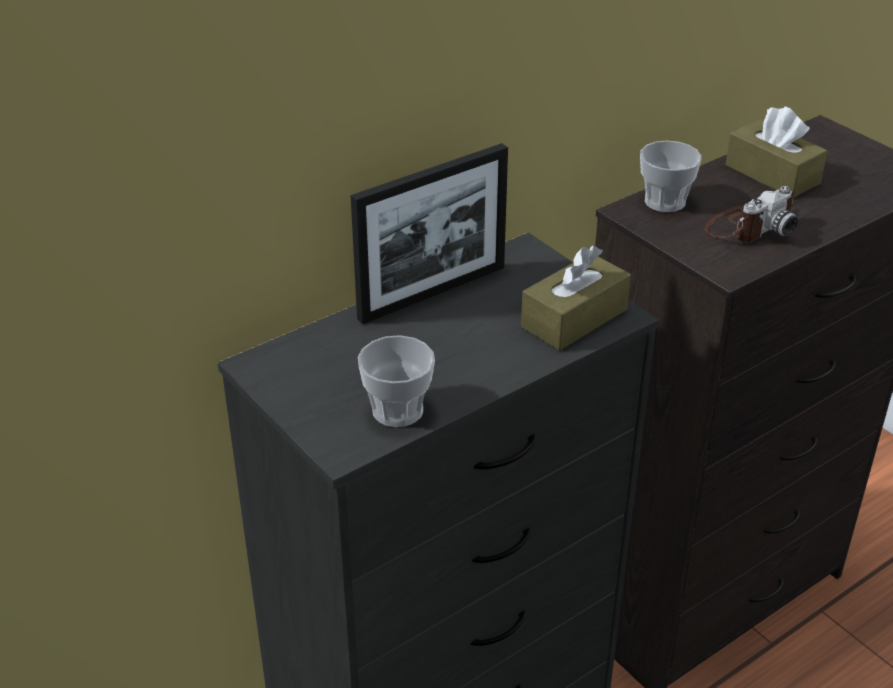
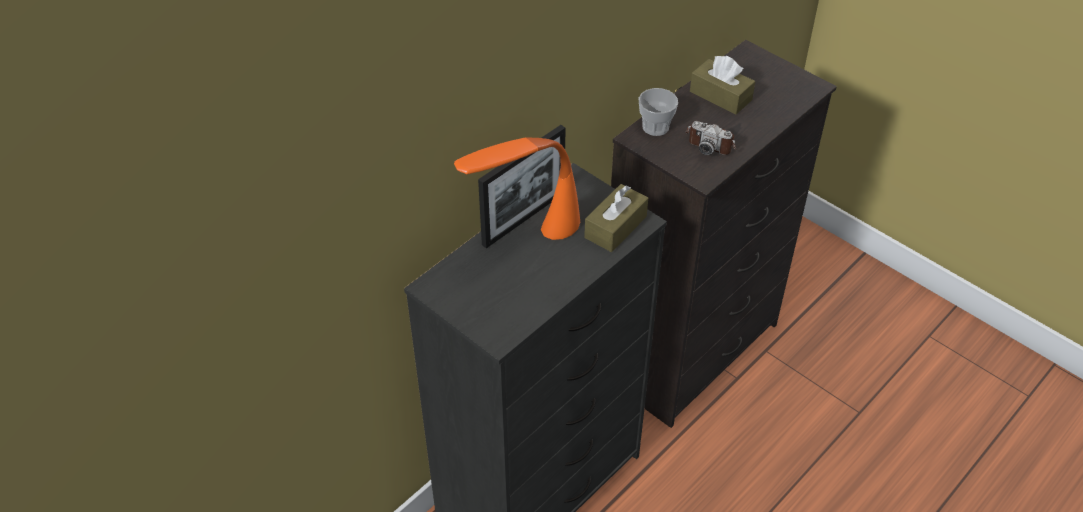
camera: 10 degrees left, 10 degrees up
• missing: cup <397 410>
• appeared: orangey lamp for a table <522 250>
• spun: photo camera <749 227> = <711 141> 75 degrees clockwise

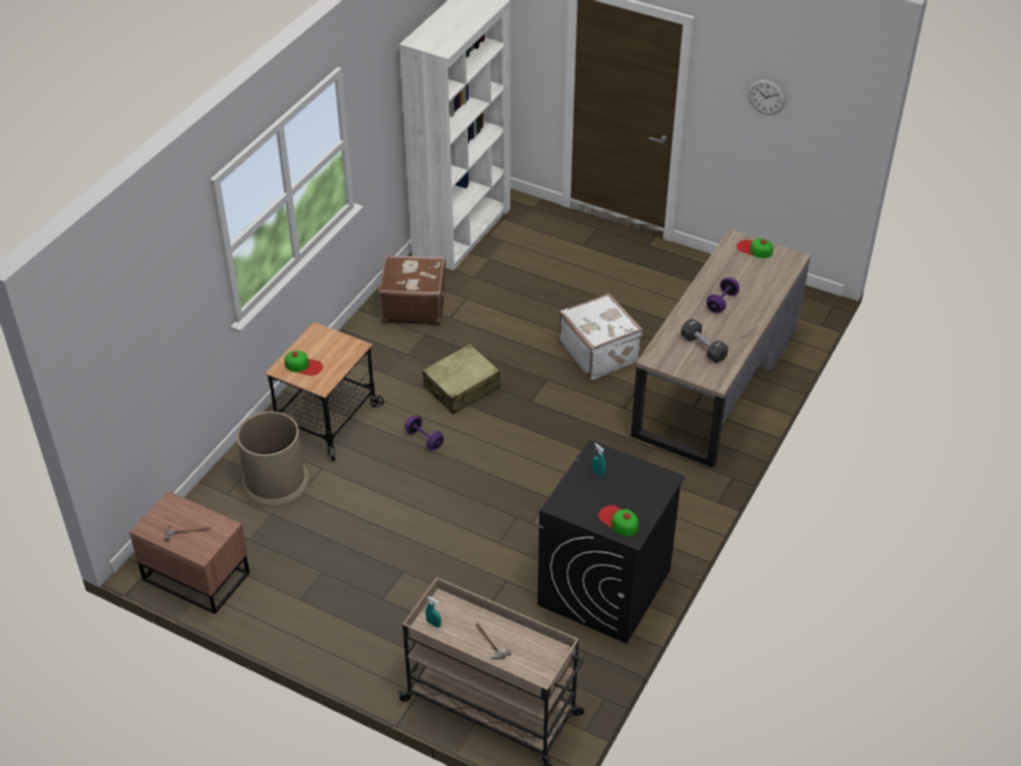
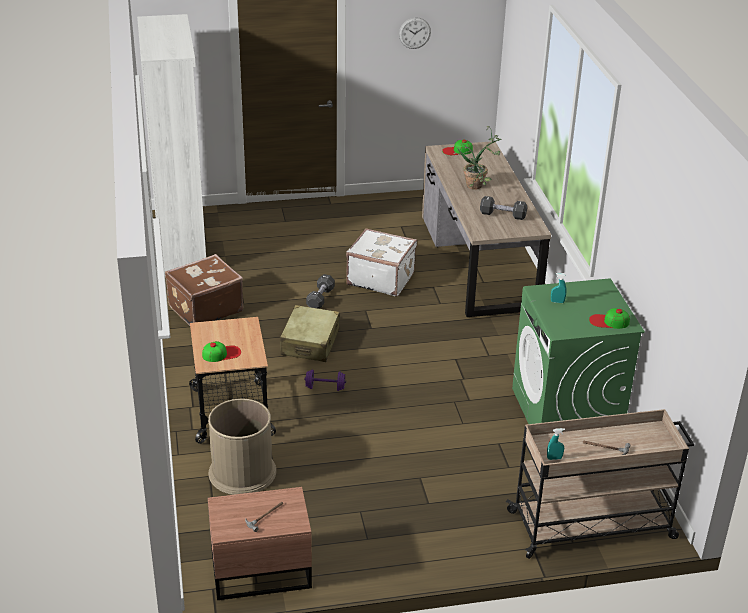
camera: 40 degrees left, 10 degrees down
• appeared: blackish free weight <320 298>
• exchanged: purple free weight <721 302> to houseplant <478 186>
• colour: blackish laundry appliance <604 588> to green laundry appliance <566 413>

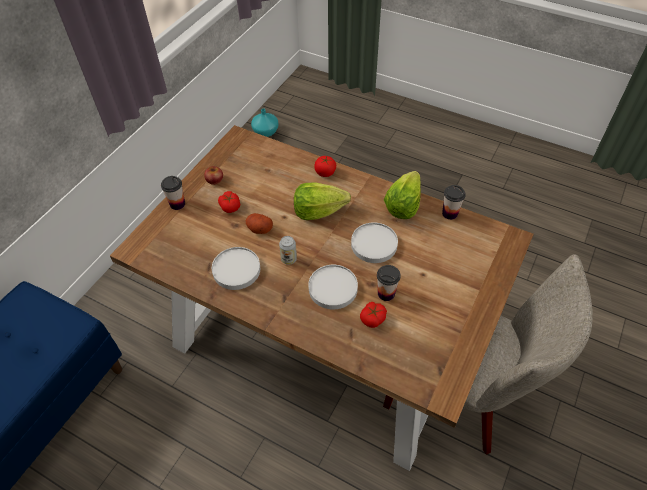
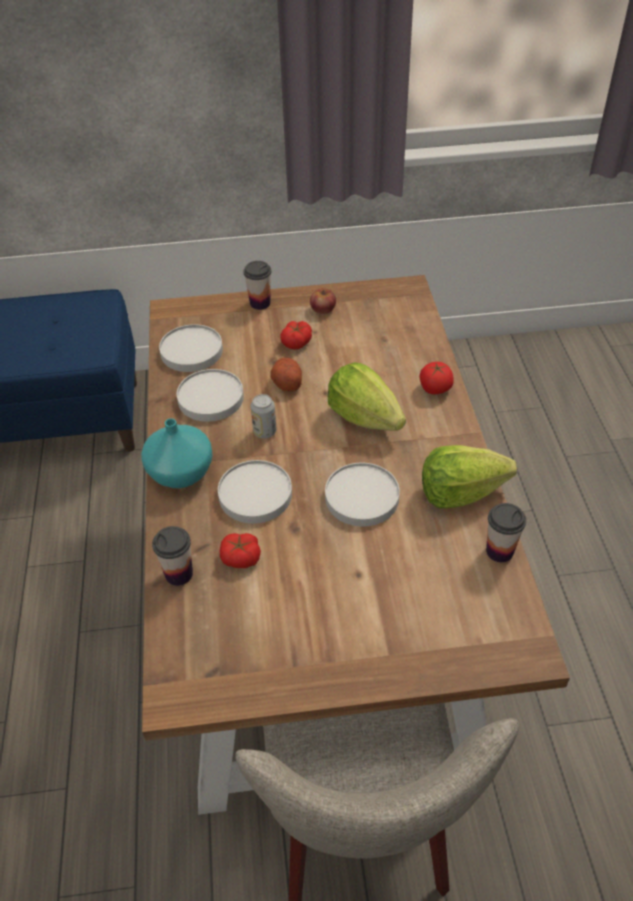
camera: 55 degrees right, 5 degrees down
• appeared: whitish plate <191 351>
• relocated: turquoise flower vase <265 132> to <179 472>
• relocated: cup <386 293> to <179 574>

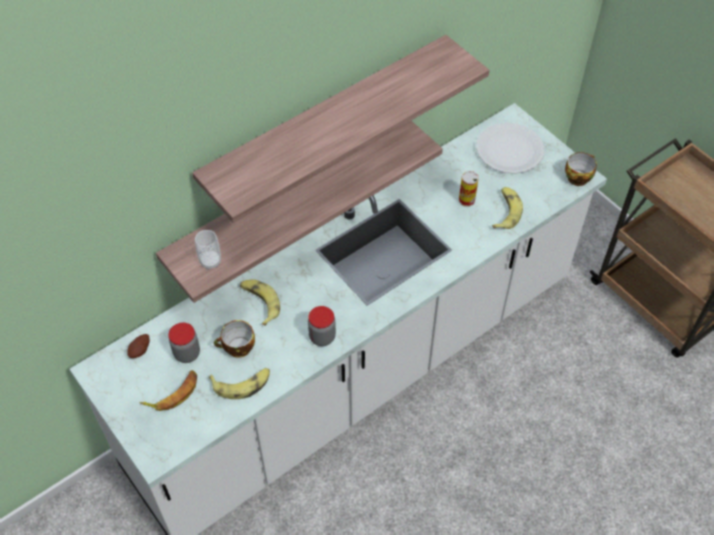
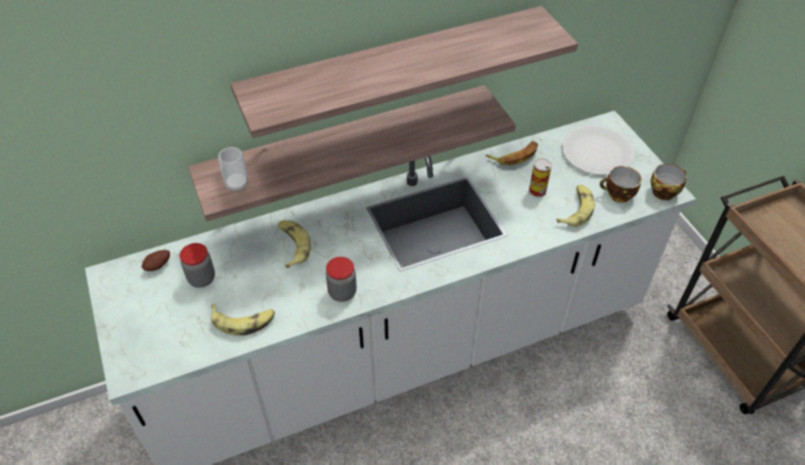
camera: 15 degrees right, 5 degrees down
• relocated: banana <173 393> to <514 155>
• relocated: cup <237 348> to <618 195>

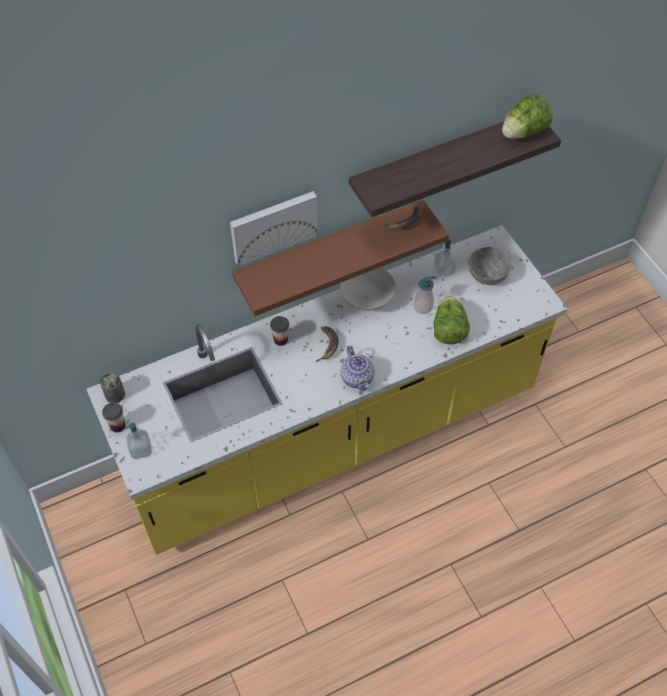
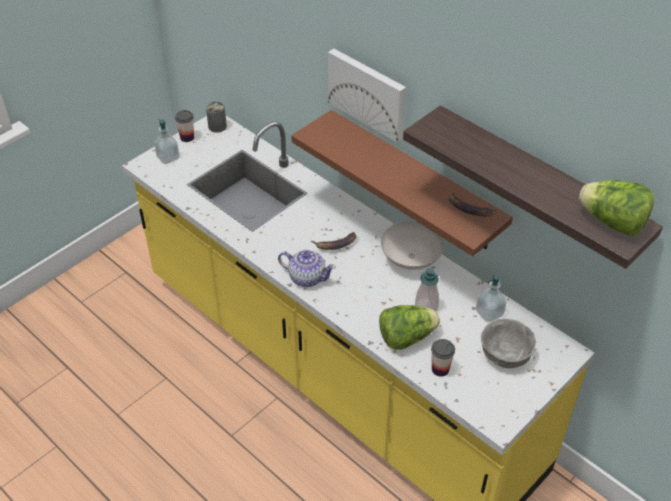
camera: 70 degrees right, 10 degrees down
• relocated: cup <280 339> to <440 369>
• spun: pot for tea <357 377> = <306 277> 120 degrees counterclockwise

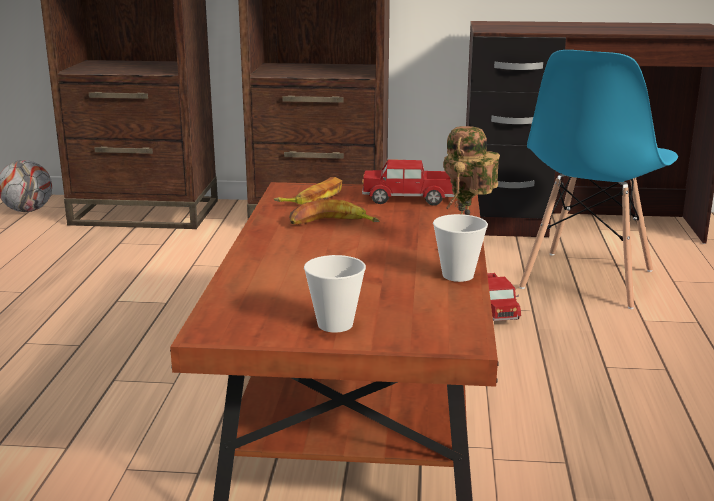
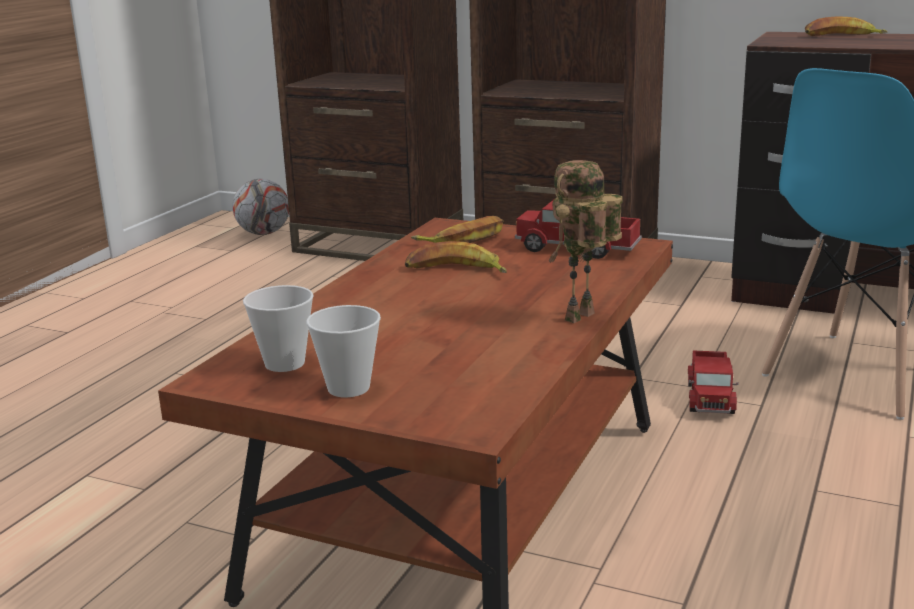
camera: 20 degrees right, 0 degrees up
• appeared: banana <842 36>
• relocated: cup <458 275> to <284 363>

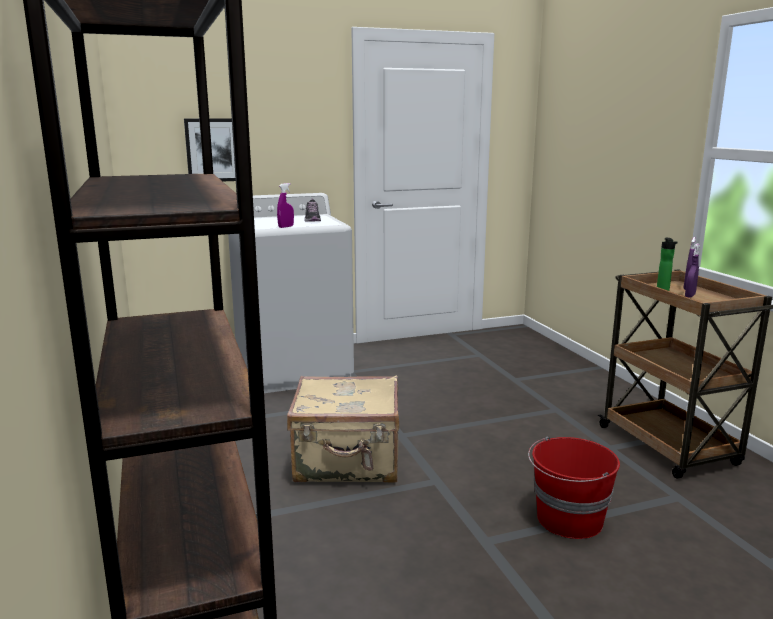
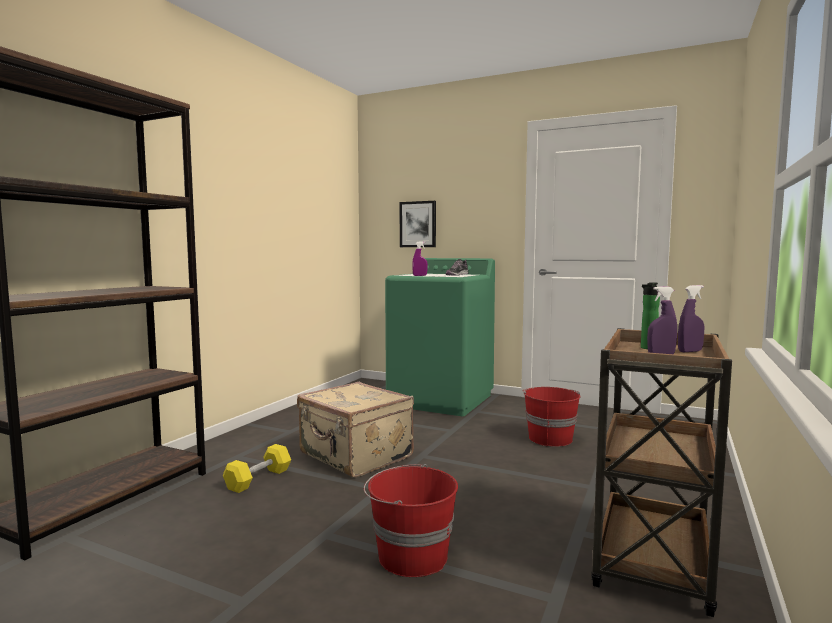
camera: 45 degrees right, 10 degrees down
• appeared: yellow free weight <258 479>
• appeared: reddish bucket <549 438>
• colour: whitish laundry appliance <294 369> to green laundry appliance <441 400>

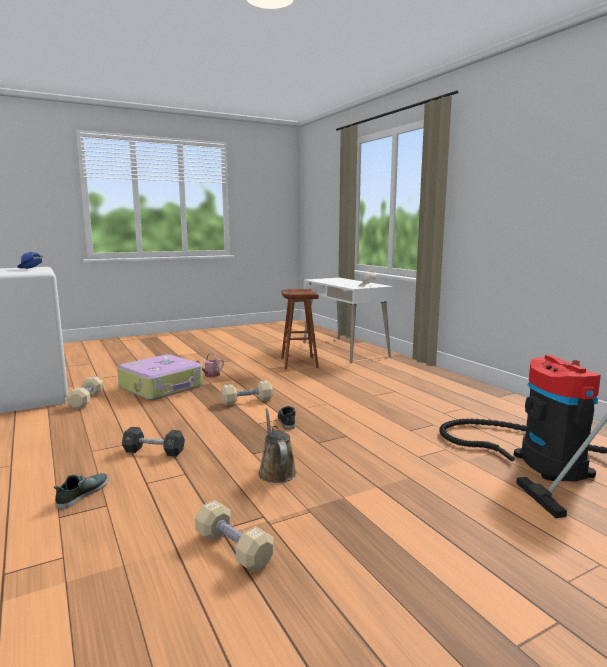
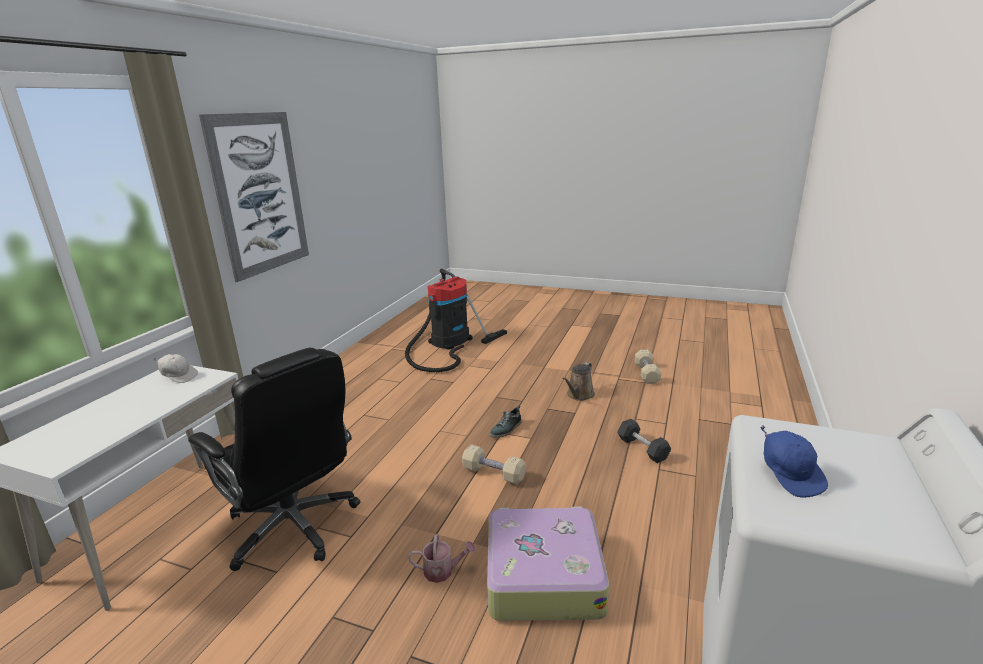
camera: 130 degrees left, 10 degrees up
• missing: shoe <82 494>
• missing: beige free weight <86 400>
• appeared: picture <260 194>
• exchanged: brown-coloured sitting stool <298 363> to blackish computer chair <294 527>

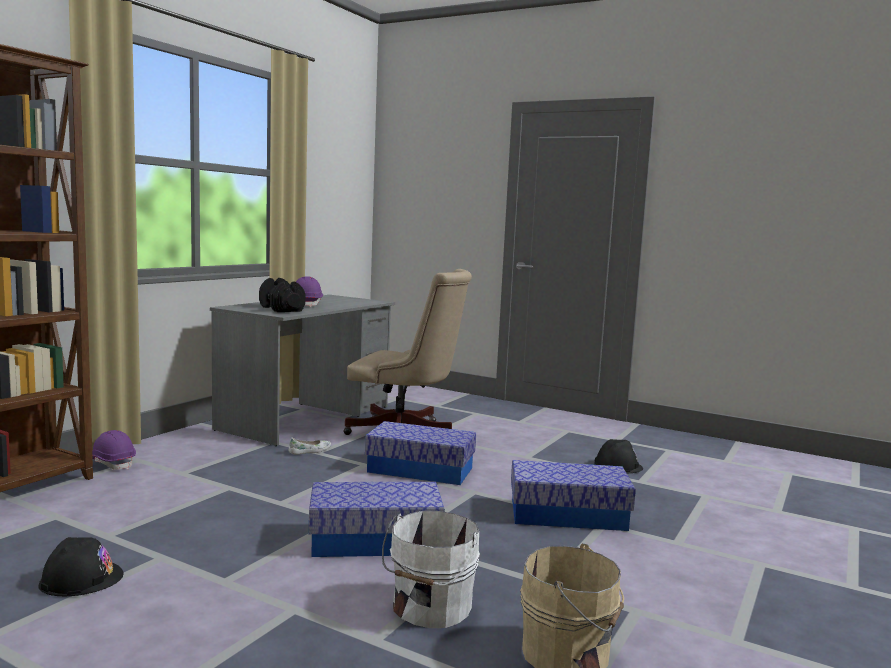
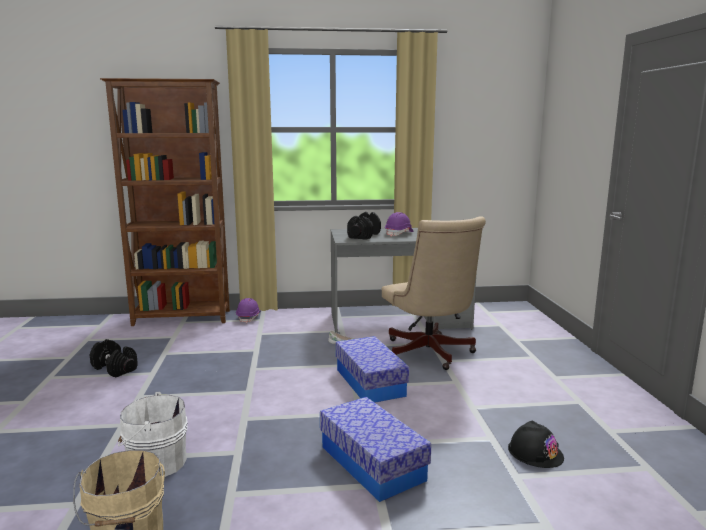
camera: 55 degrees right, 5 degrees up
• missing: storage box <375 540>
• exchanged: blackish work helmet <81 579> to blackish free weight <115 368>

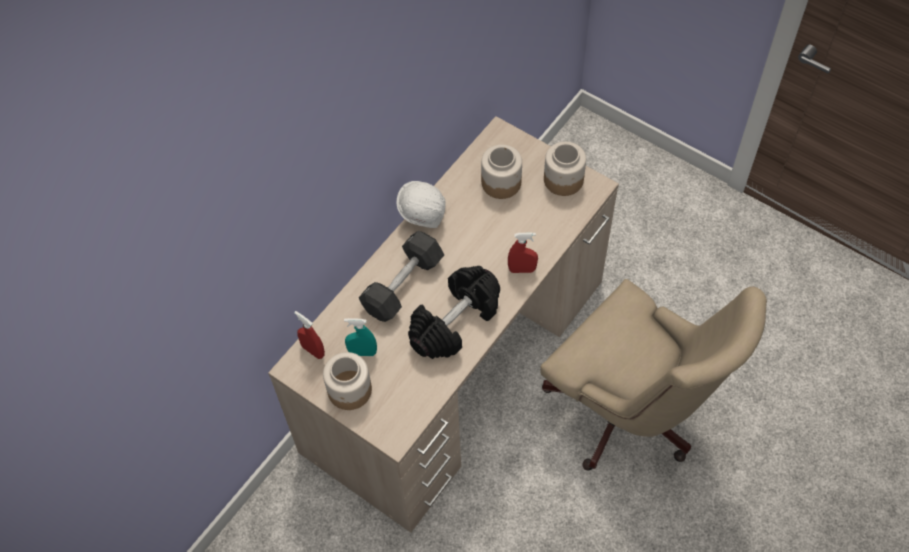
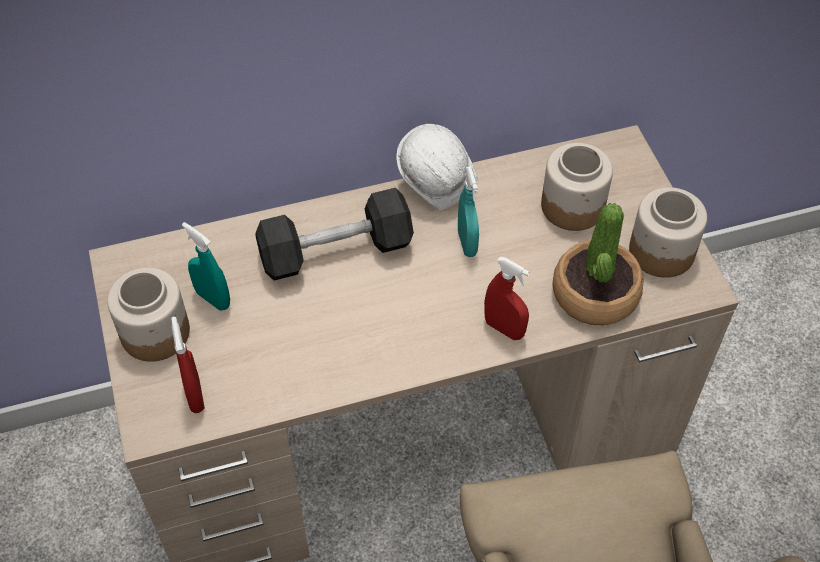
camera: 35 degrees right, 5 degrees down
• missing: blackish free weight <455 322>
• appeared: turquoise hand sprayer <467 243>
• appeared: houseplant <595 294>
• relocated: reddish hand sprayer <313 351> to <195 395>

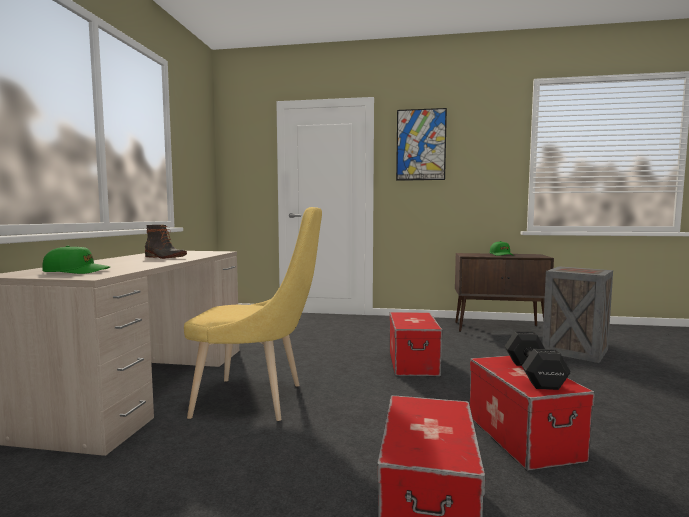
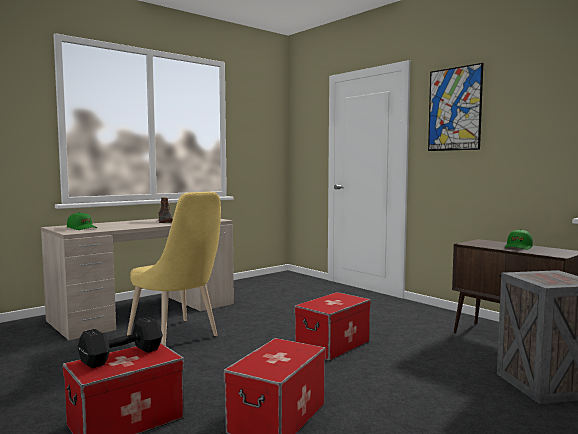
camera: 40 degrees right, 0 degrees up
• relocated: blackish free weight <533 375> to <120 356>

